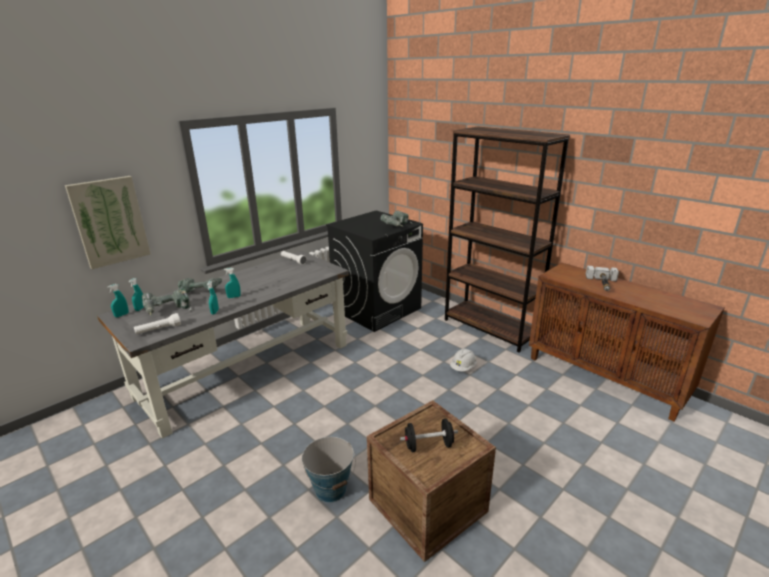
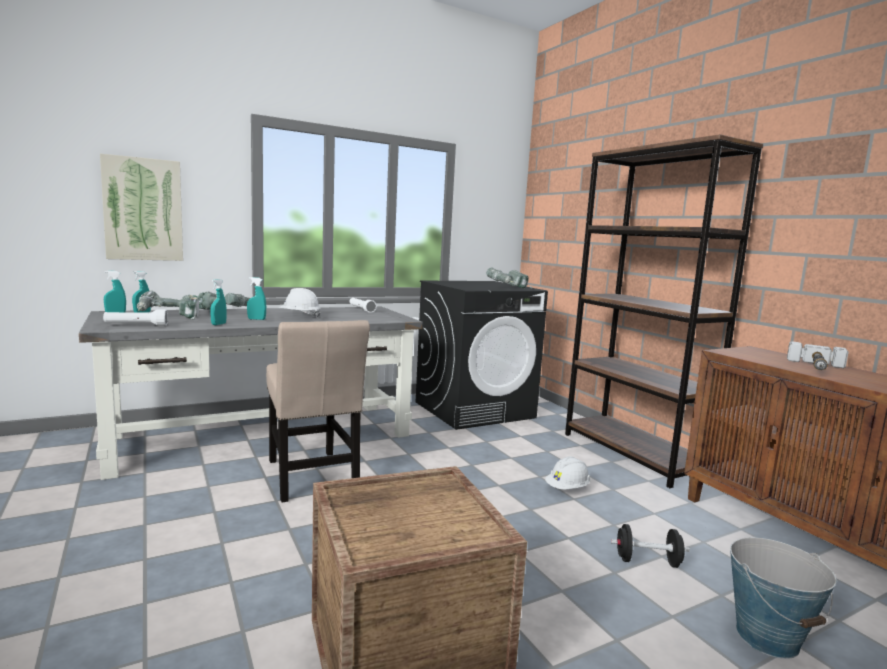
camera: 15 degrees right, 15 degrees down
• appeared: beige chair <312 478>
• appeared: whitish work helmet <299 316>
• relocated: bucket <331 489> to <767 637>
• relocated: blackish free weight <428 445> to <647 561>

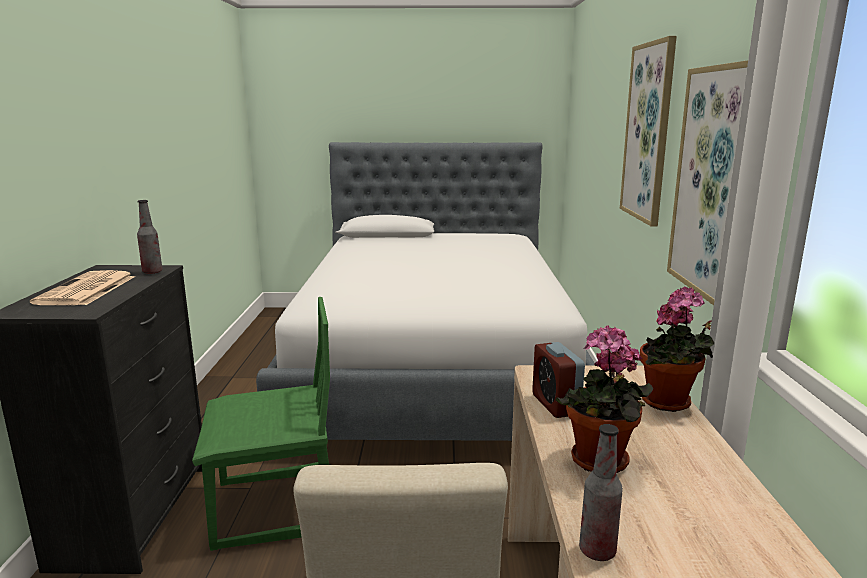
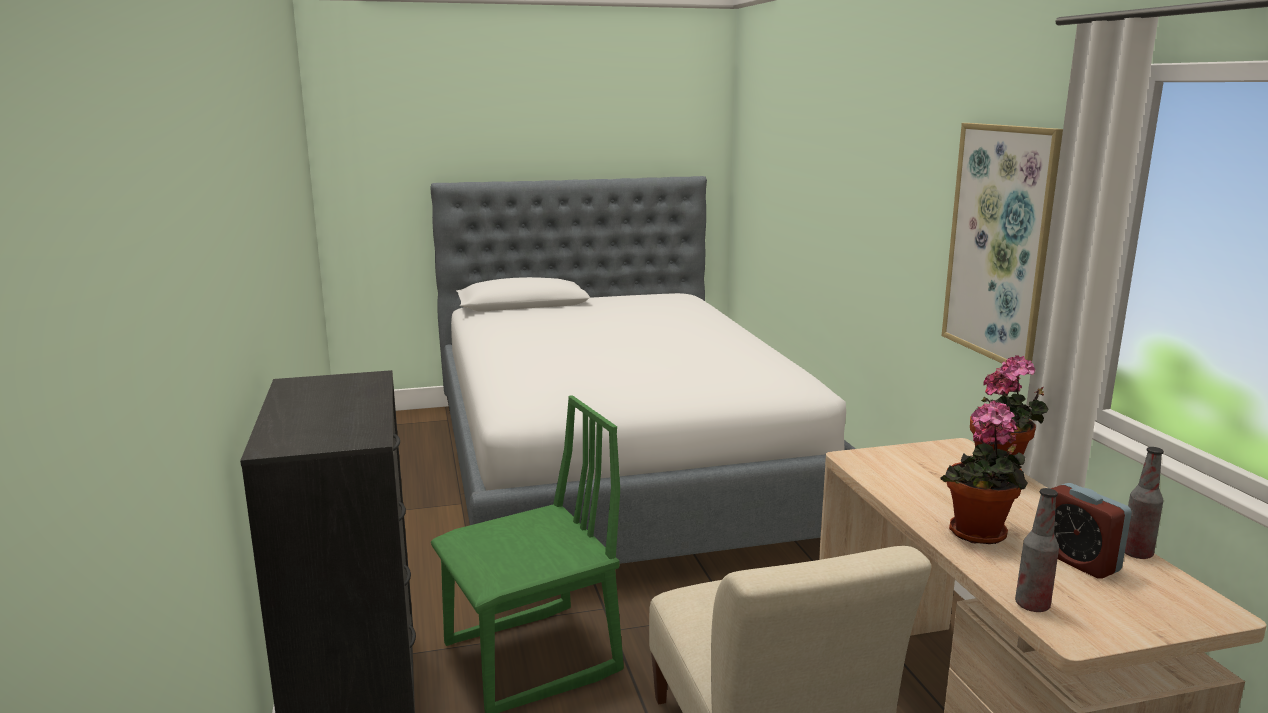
camera: 15 degrees left, 0 degrees up
• missing: daily paper <86 290>
• missing: picture <648 132>
• relocated: bottle <152 272> to <1136 553>
• relocated: bedside clock <555 404> to <1078 561>

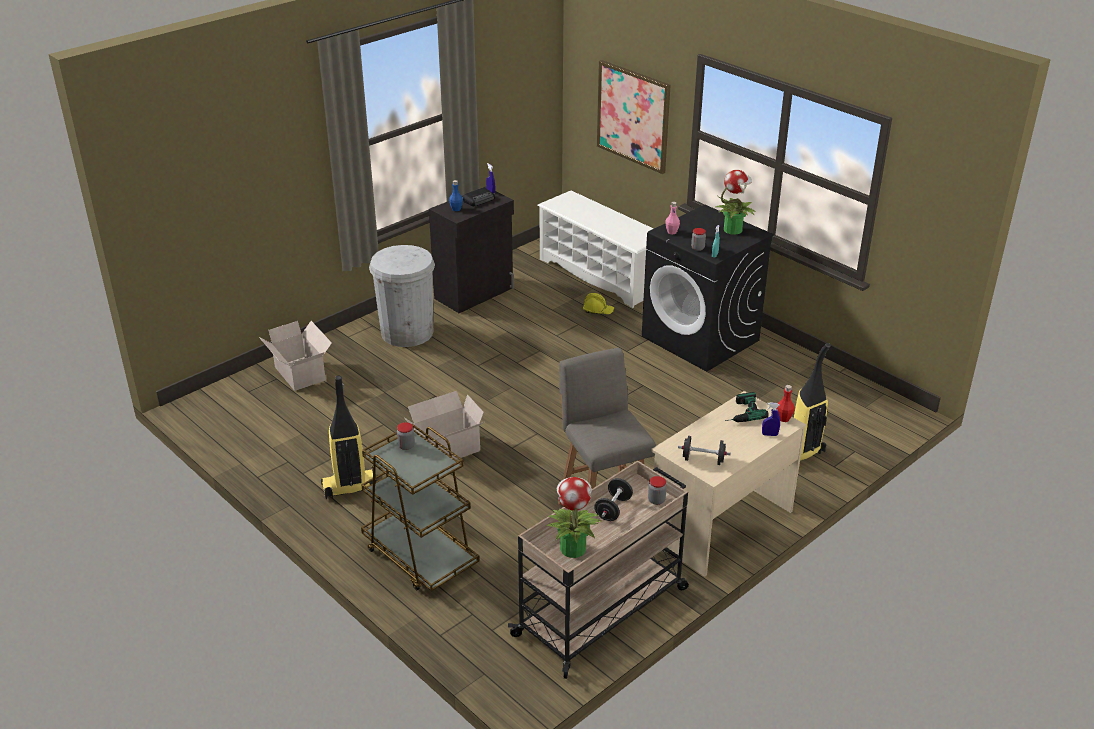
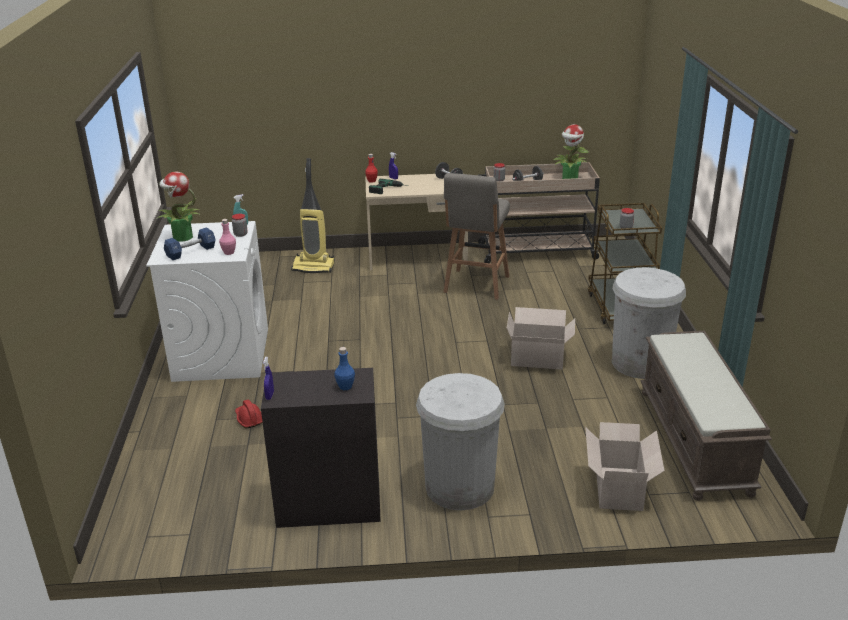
camera: 140 degrees left, 5 degrees down
• missing: radio receiver <479 200>
• missing: whitish shoe rack <600 275>
• missing: picture <633 116>
• appeared: bluish free weight <191 252>
• appeared: brown-coloured indoor bench <695 441>
• exchanged: vacuum <349 488> to whitish trash can <640 363>
• colour: yellow work helmet <598 310> to reddish work helmet <249 419>
• colour: blackish laundry appliance <701 338> to whitish laundry appliance <221 354>

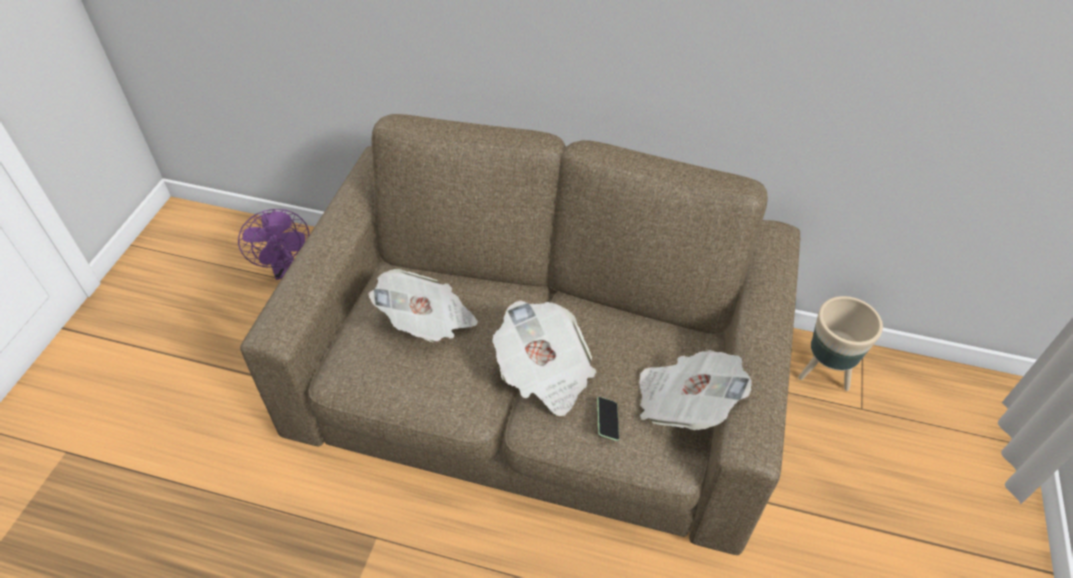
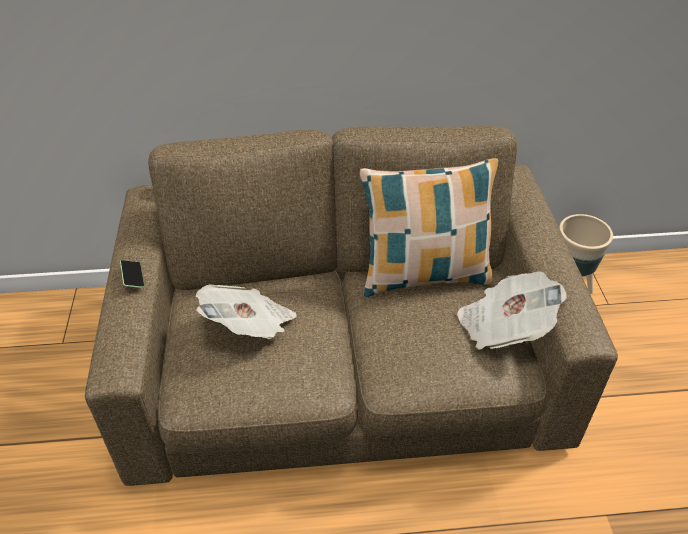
camera: 20 degrees left, 5 degrees down
• missing: purple cooling fan <285 269>
• missing: daily paper <544 373>
• appeared: pillow <424 275>
• relocated: handset <607 422> to <133 278>

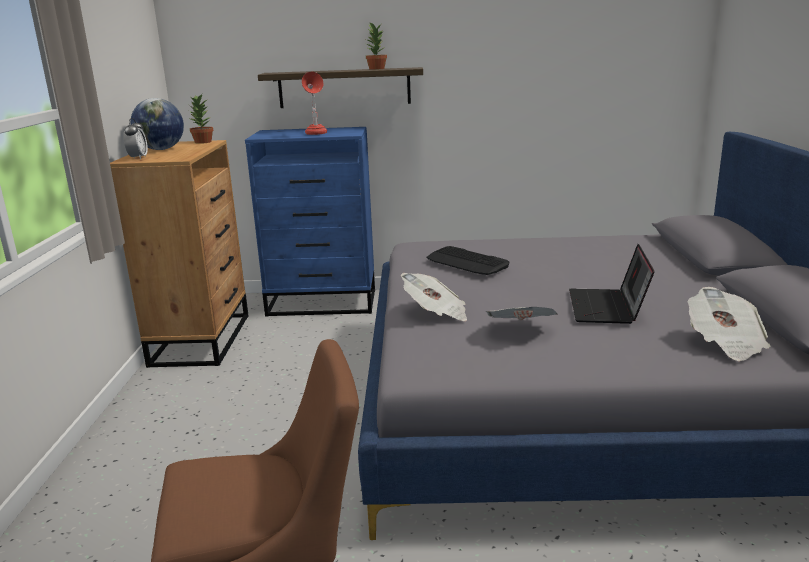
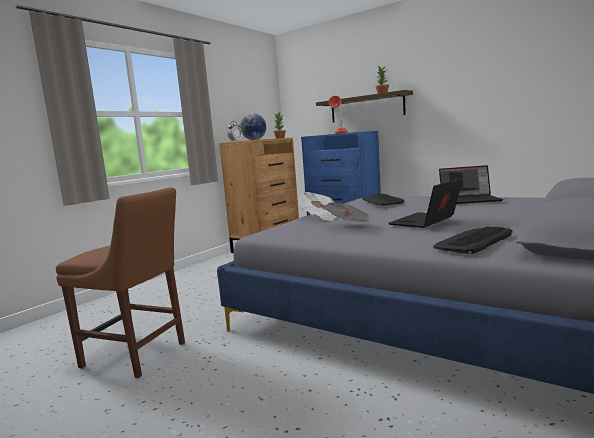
camera: 35 degrees right, 10 degrees down
• appeared: laptop <470 200>
• exchanged: daily paper <725 343> to PC keyboard <473 241>

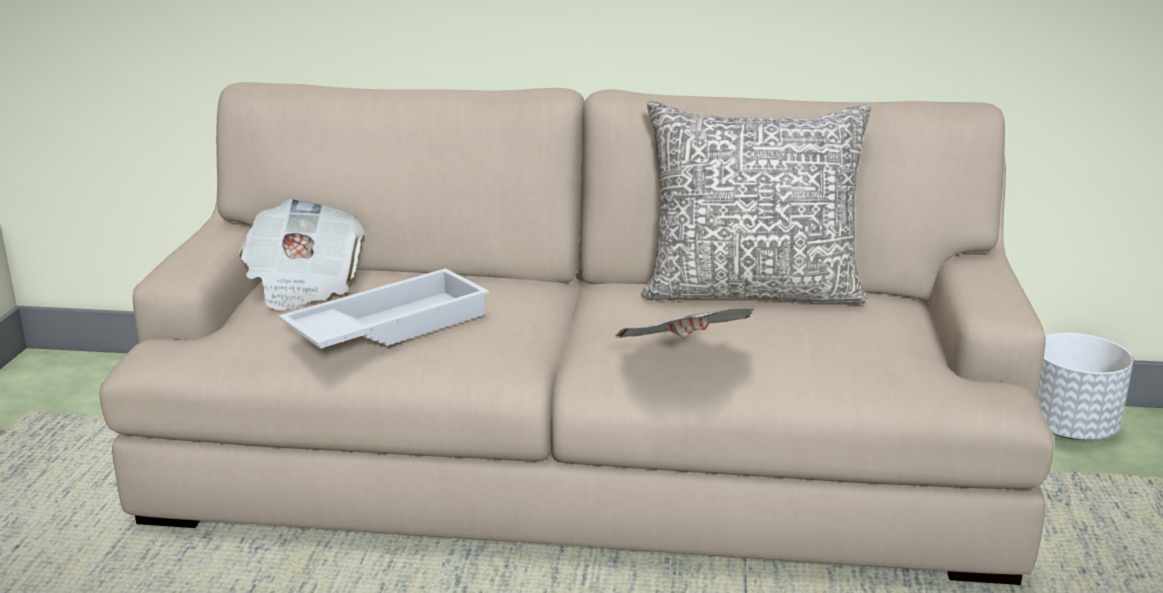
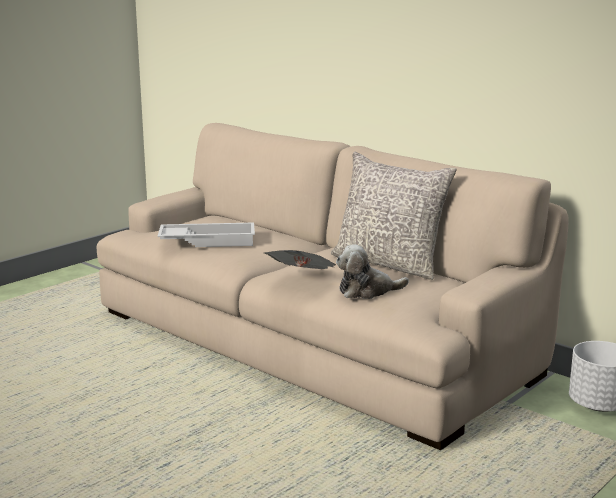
camera: 35 degrees right, 5 degrees down
• missing: daily paper <303 285>
• appeared: cuddly toy <367 291>

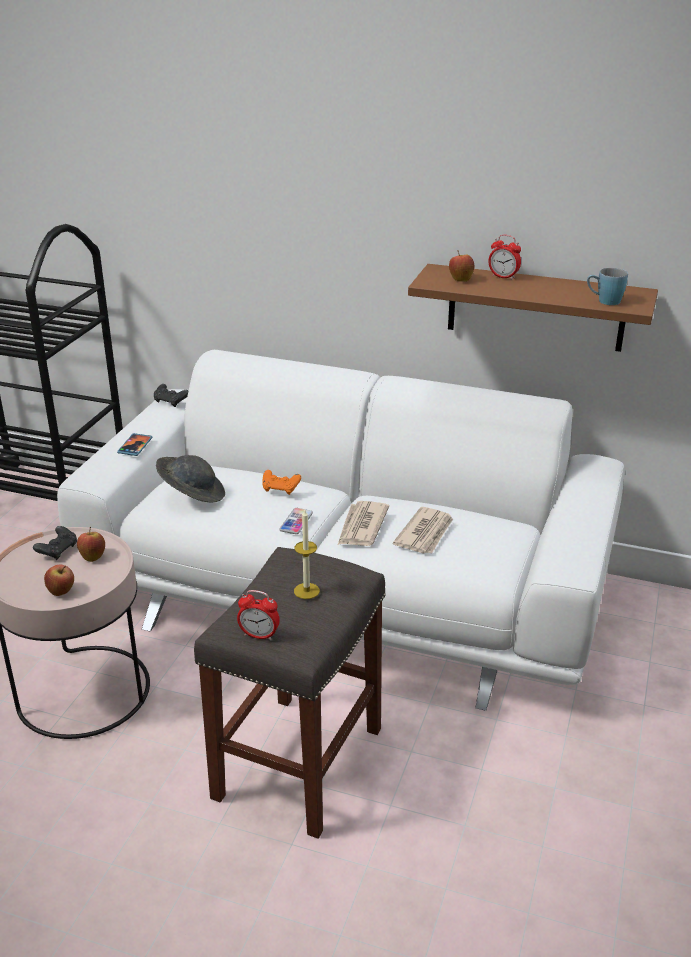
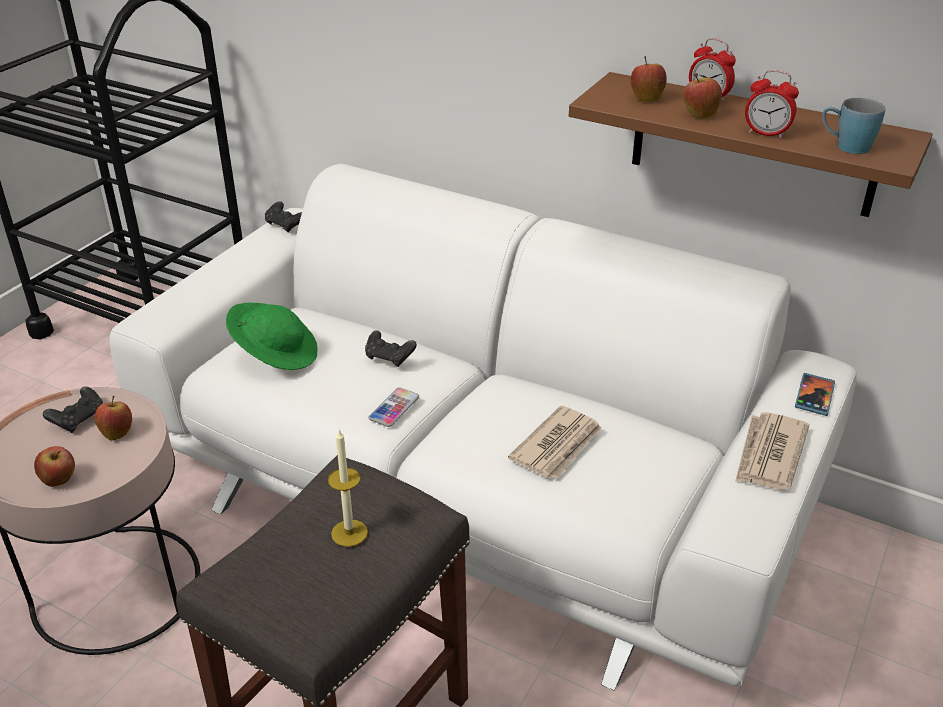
camera: 10 degrees right, 5 degrees up
• appeared: whole apple <699 115>
• relocated: handset <135 446> to <814 396>
• relocated: bedside clock <259 635> to <766 134>
• relocated: daily paper <361 527> to <769 454>
• colour: grey wearable hat <192 494> to green wearable hat <275 353>
• colour: orangey joypad <280 489> to blackish joypad <389 357>

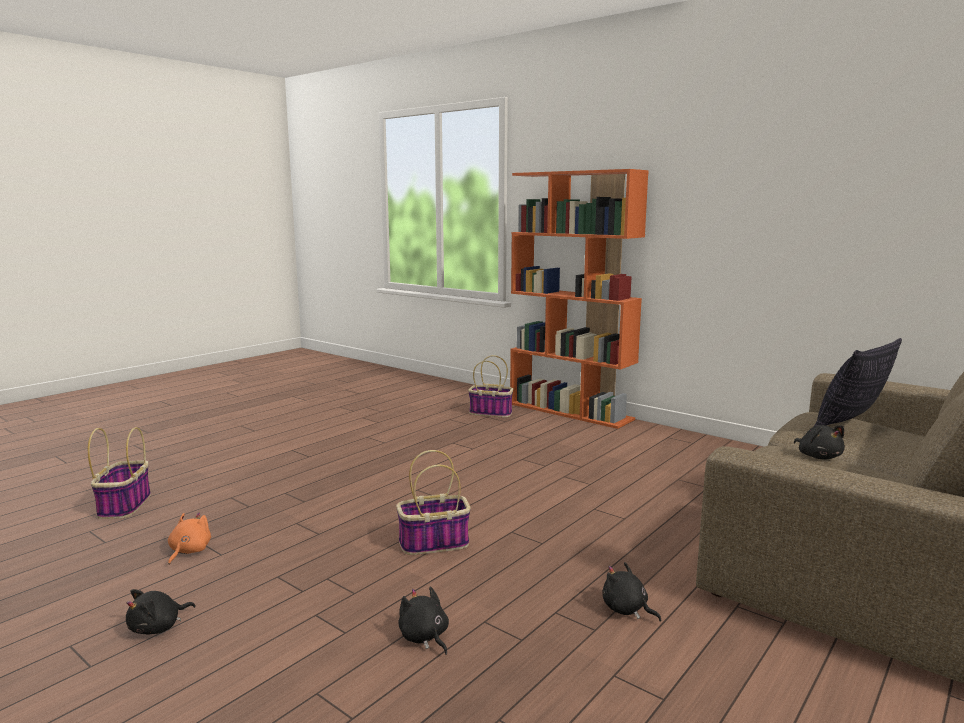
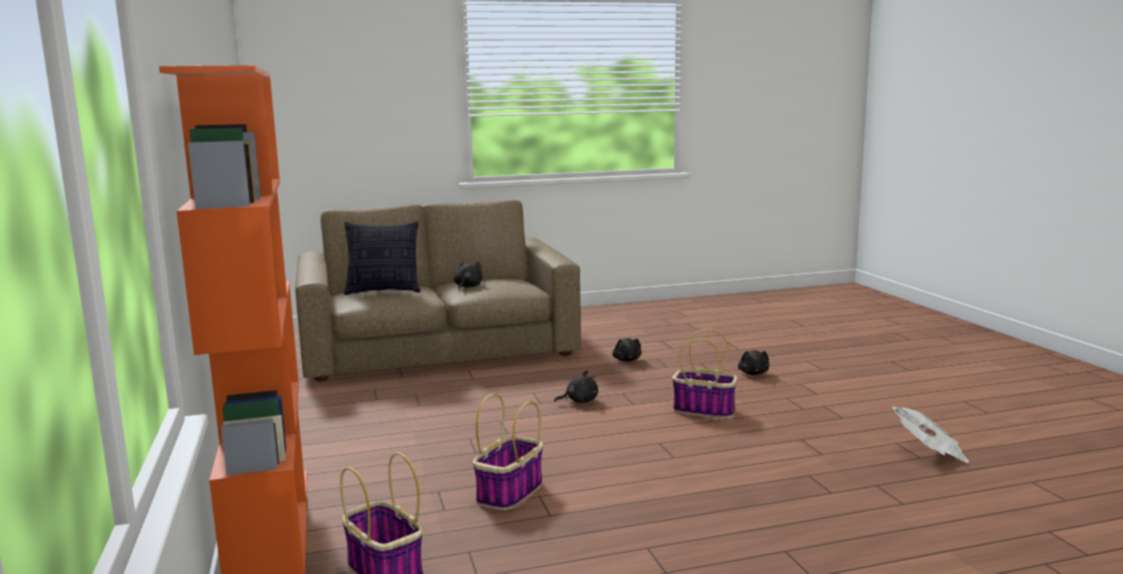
camera: 145 degrees left, 0 degrees up
• relocated: basket <125 505> to <509 493>
• relocated: blackish cuddly toy <158 627> to <579 401>
• exchanged: orangey cuddly toy <188 551> to daily paper <930 452>

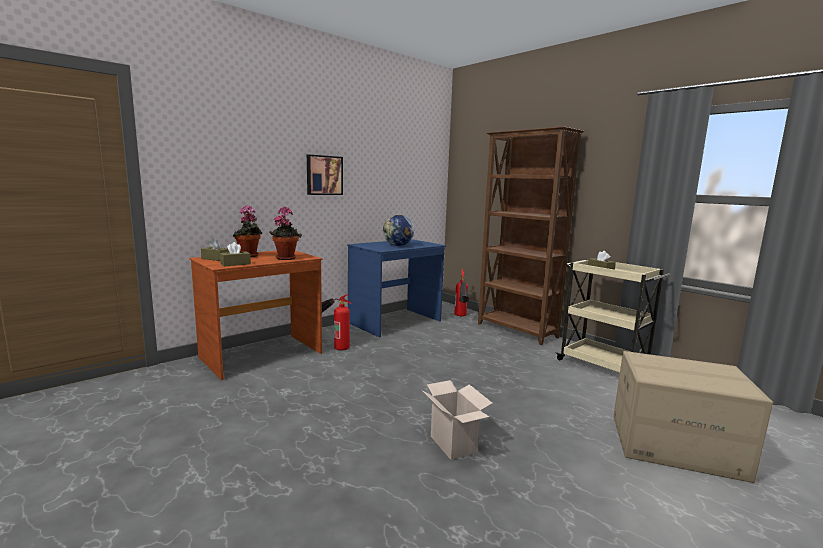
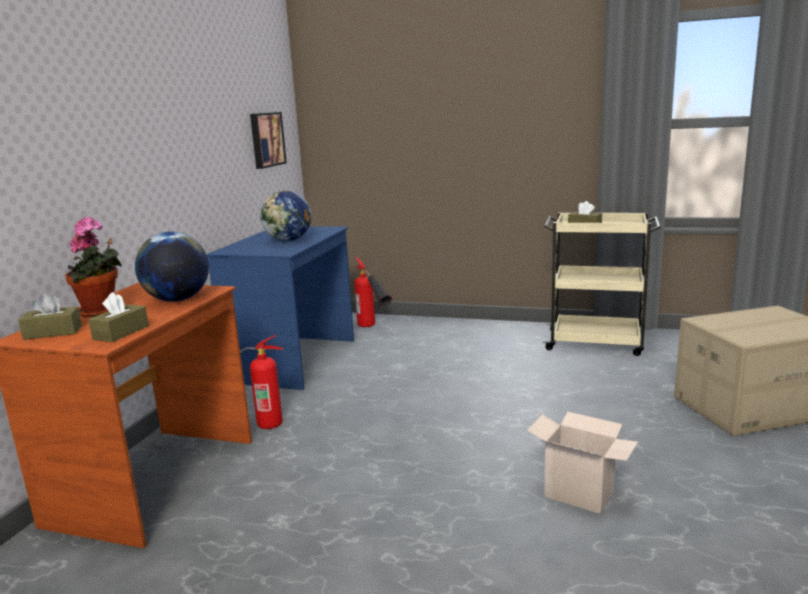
camera: 30 degrees left, 5 degrees up
• missing: brown-coloured bookcase <517 331>
• relocated: picture <324 175> to <266 139>
• exchanged: houseplant <286 258> to world globe <177 300>

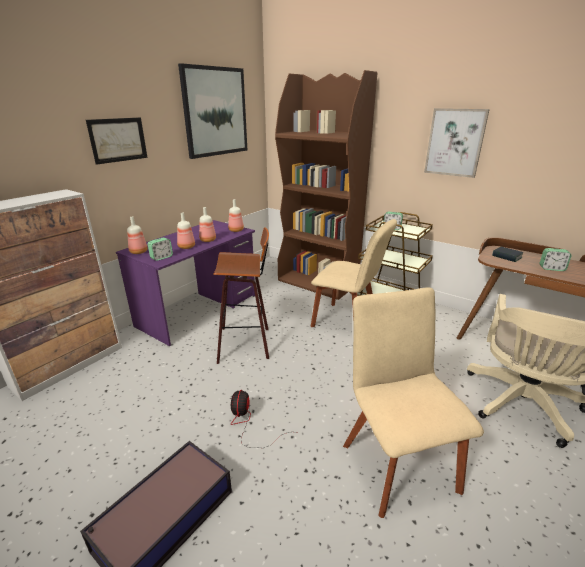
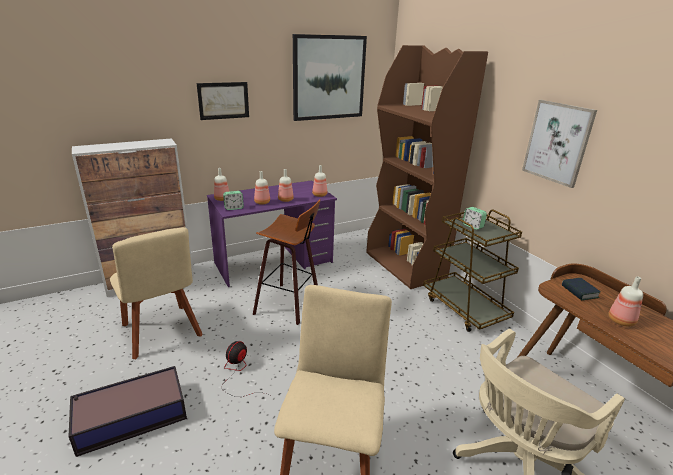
camera: 25 degrees right, 0 degrees up
• relocated: beige chair <347 322> to <162 333>
• exchanged: bedside clock <551 268> to bottle <621 321>

